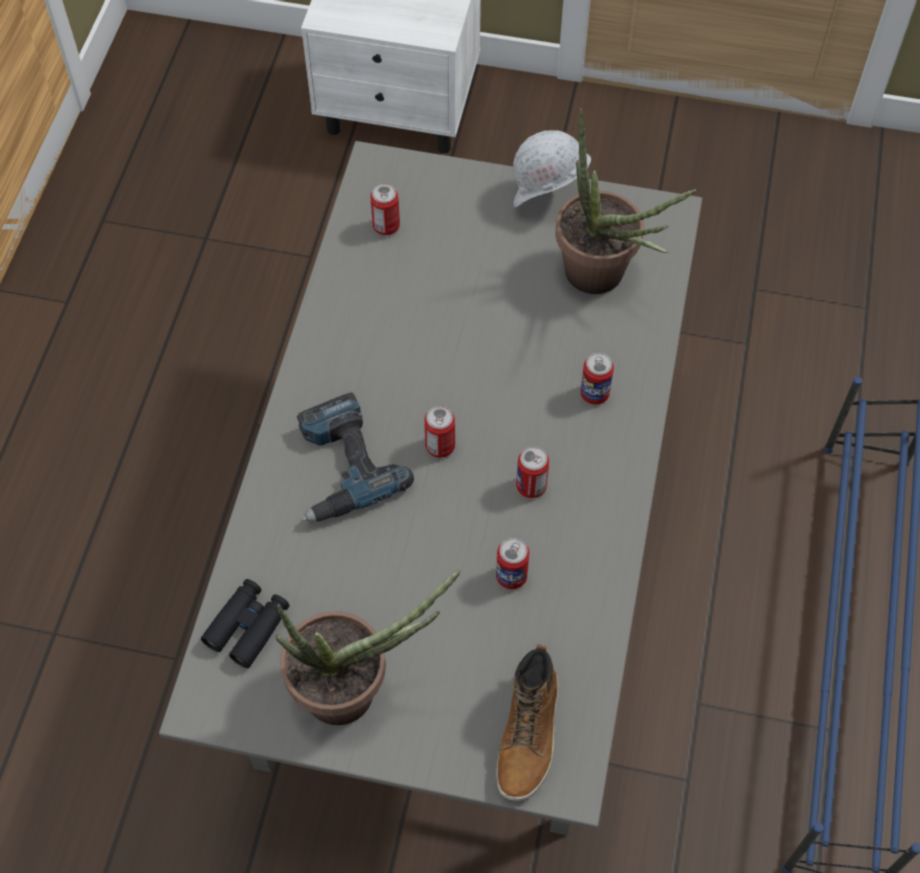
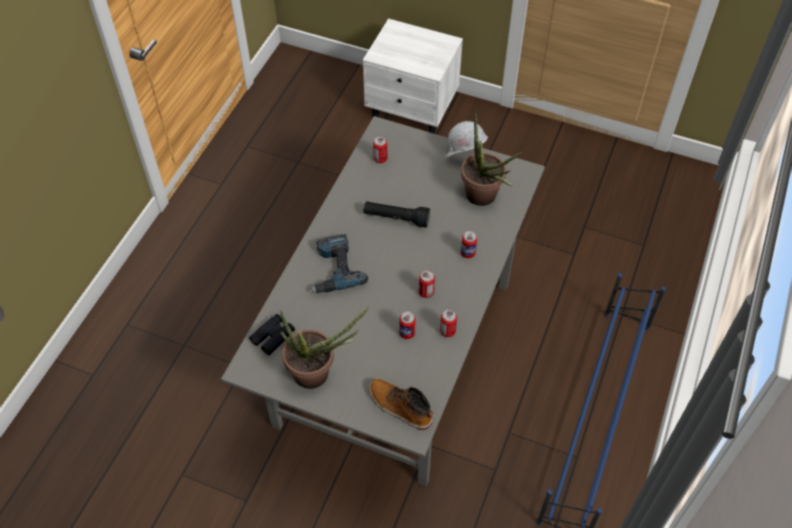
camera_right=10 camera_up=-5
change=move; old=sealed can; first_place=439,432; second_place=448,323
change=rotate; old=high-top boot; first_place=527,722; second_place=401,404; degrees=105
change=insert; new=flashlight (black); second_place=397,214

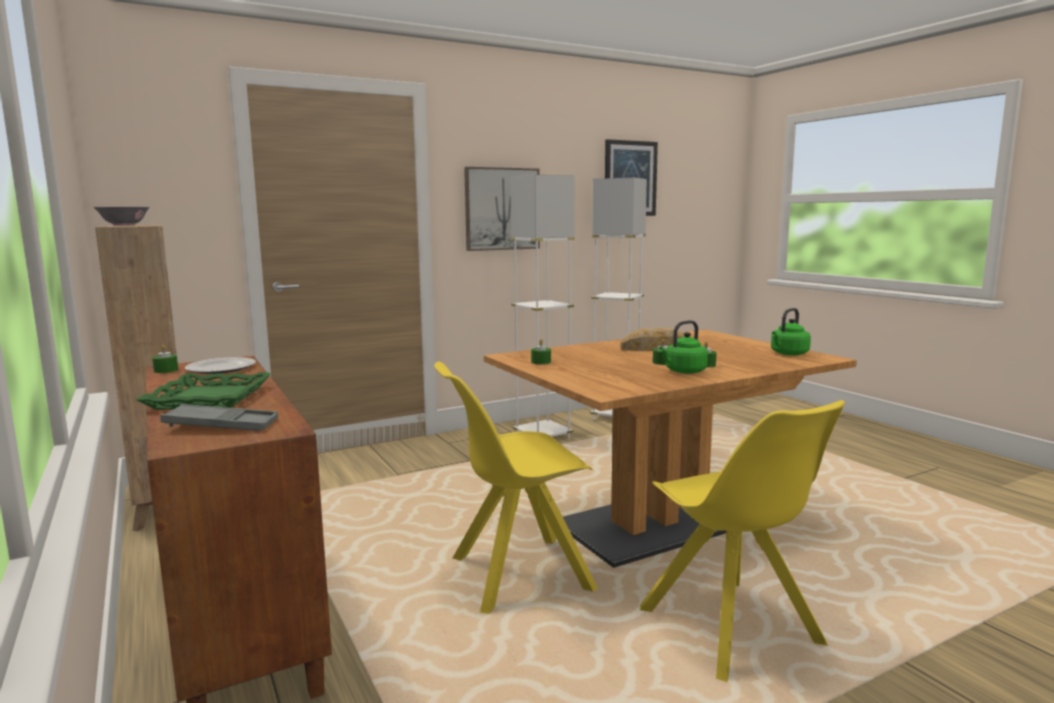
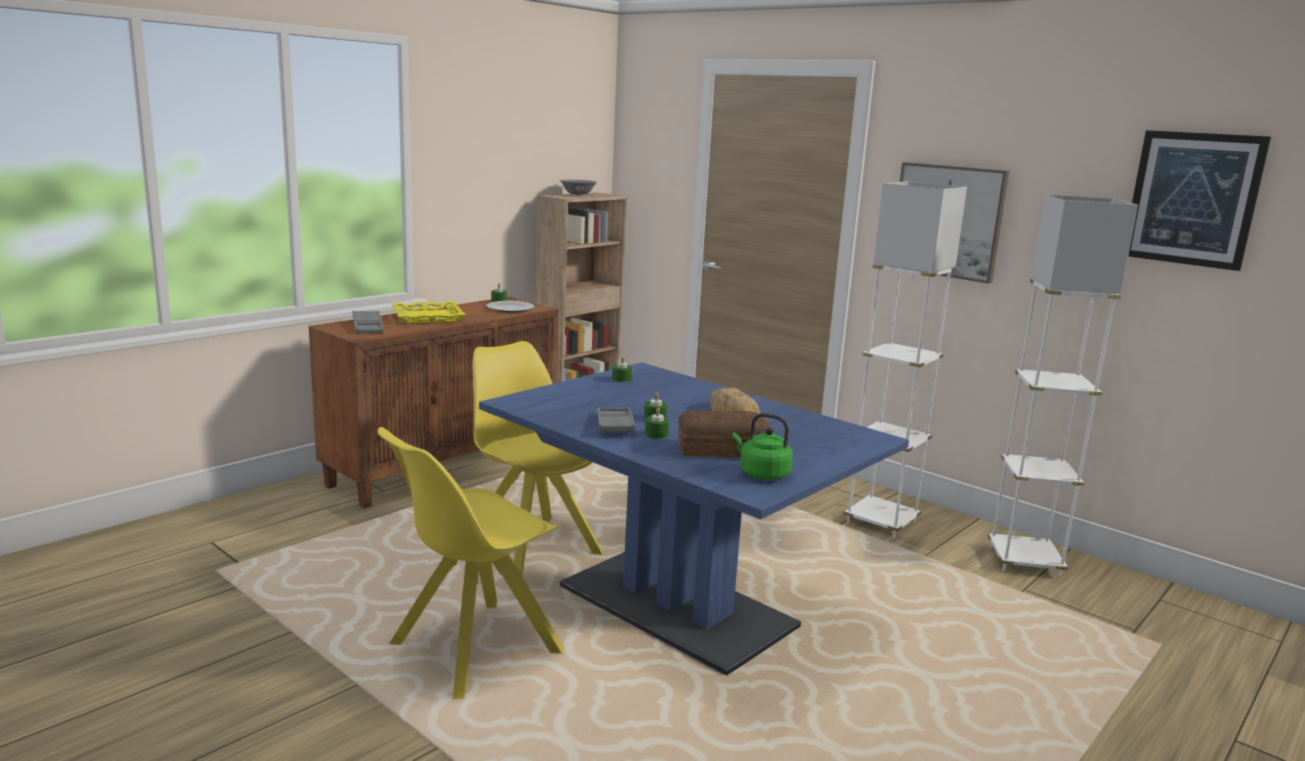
camera_right=70 camera_up=5
change=replace; old=kettle (greenish); new=tray (greyish); first_place=683,347; second_place=616,420
change=recolor; old=dinner table (brown-coloured); new=dinner table (blue-coloured); first_place=670,449; second_place=694,519
change=recolor; old=tray (greenish); new=tray (yellow-coloured); first_place=203,391; second_place=429,312
change=insert; new=bakery bread; second_place=724,434

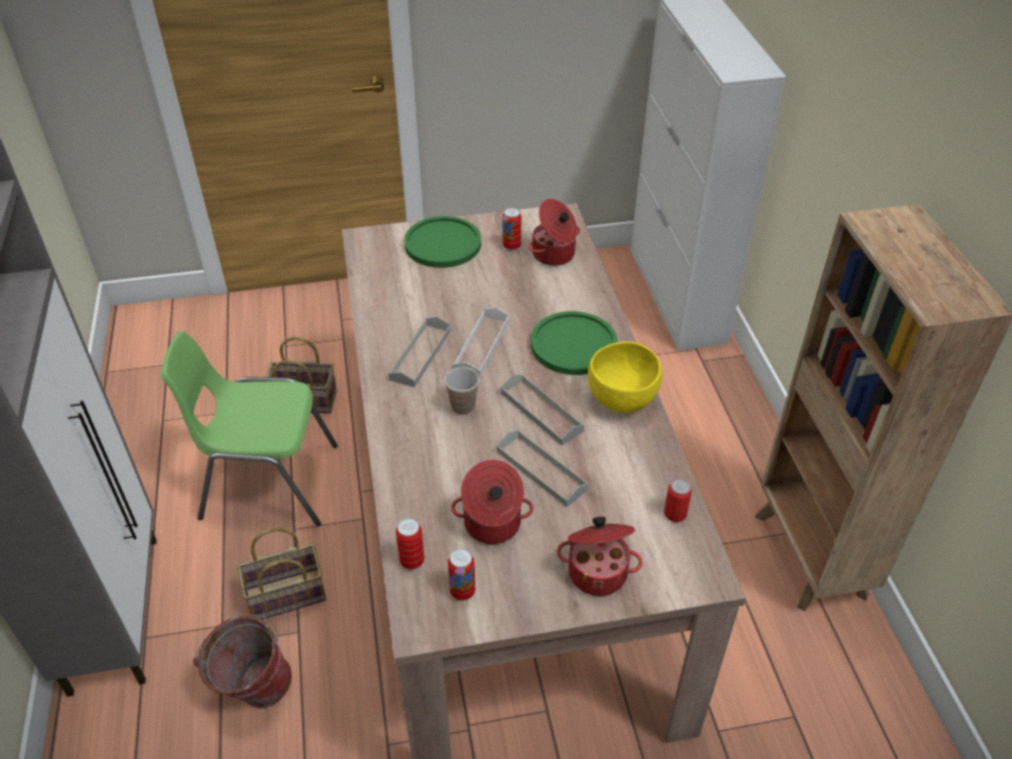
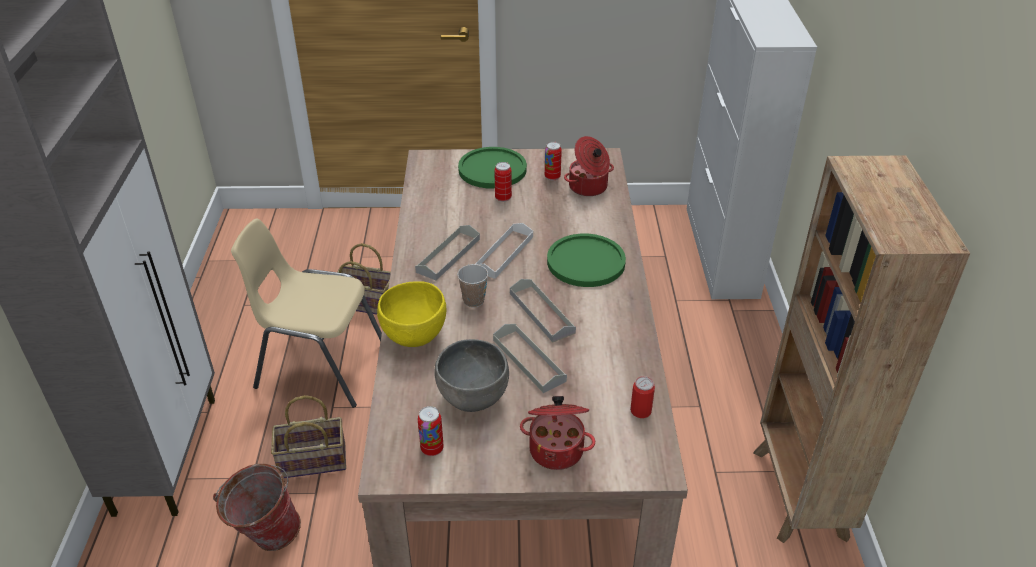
camera_right=10 camera_up=-5
change=recolor; old=upright chair (greenish); new=upright chair (beige); first_place=249,428; second_place=306,313
change=move; old=bowl (yellow-coloured); first_place=625,377; second_place=412,314
change=replace; old=cooking pot; new=bowl (greyish); first_place=492,502; second_place=471,375
change=move; old=sealed can; first_place=410,543; second_place=503,182

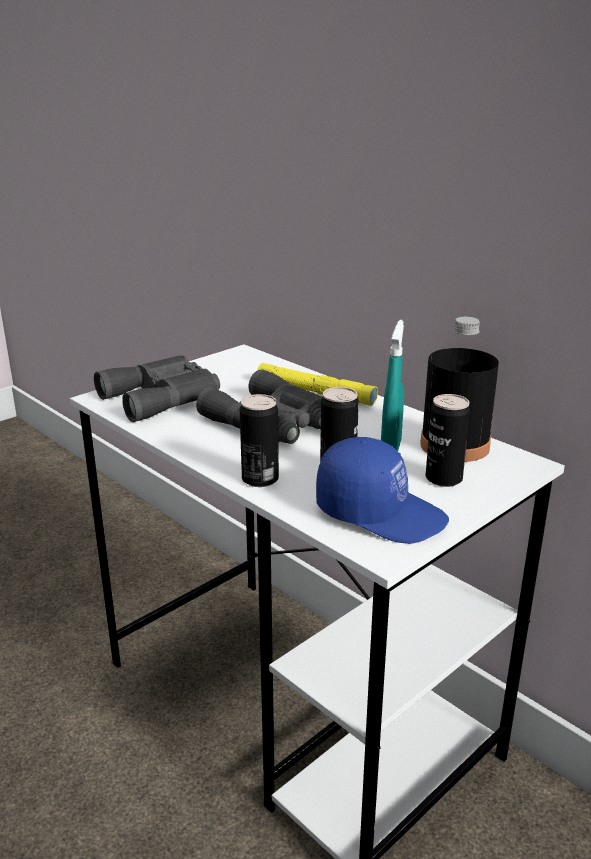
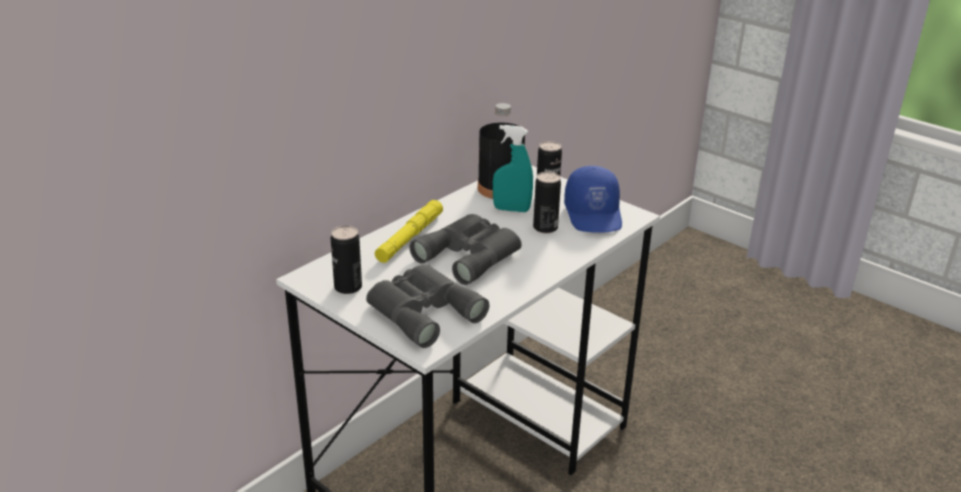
camera_right=-95 camera_up=5
change=move; old=sealed can; first_place=259,440; second_place=346,260
change=rotate; old=peaked cap (blue-coloured); first_place=382,490; second_place=593,199; degrees=150

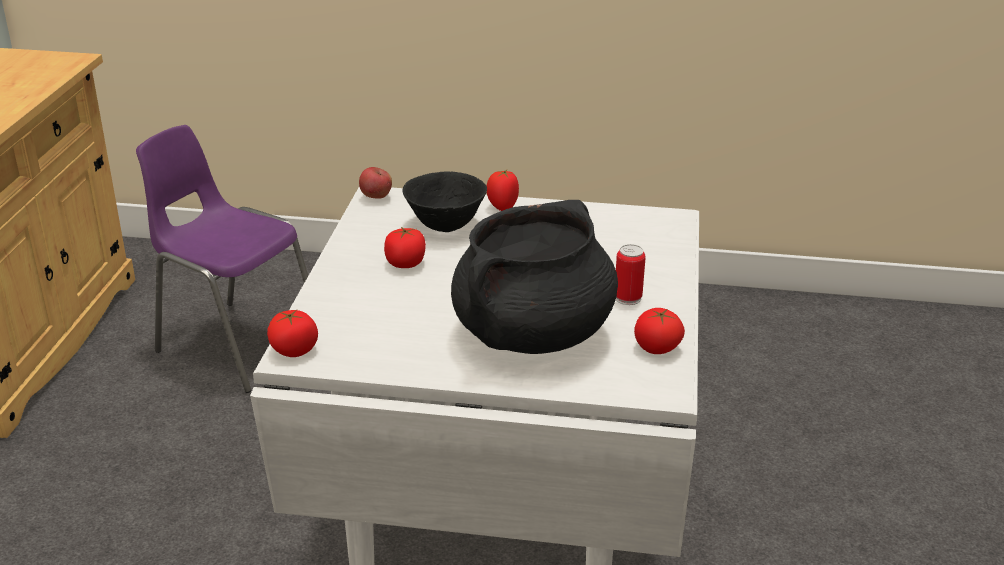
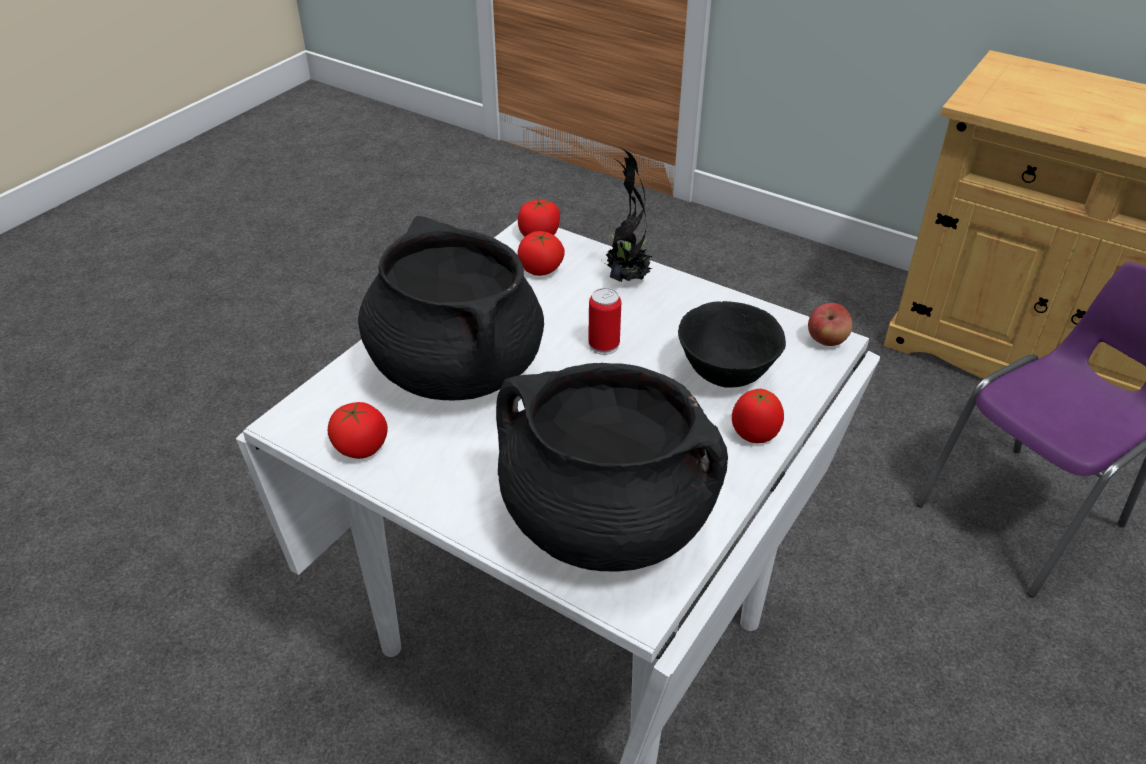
camera_right=115 camera_up=10
change=move; old=fresh tomato; first_place=405,247; second_place=541,253
change=move; old=sealed can; first_place=631,274; second_place=604,321
change=insert; new=houseplant; second_place=626,215
change=insert; new=cooking pot (black); second_place=612,467

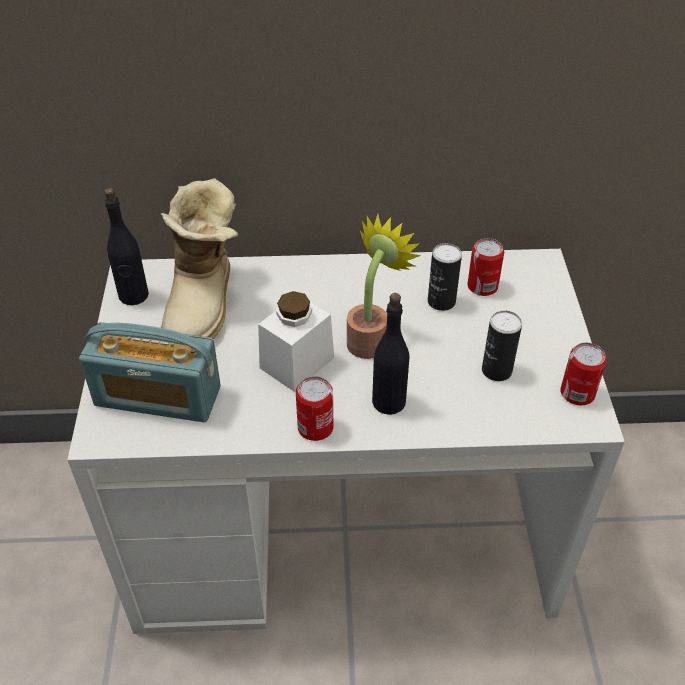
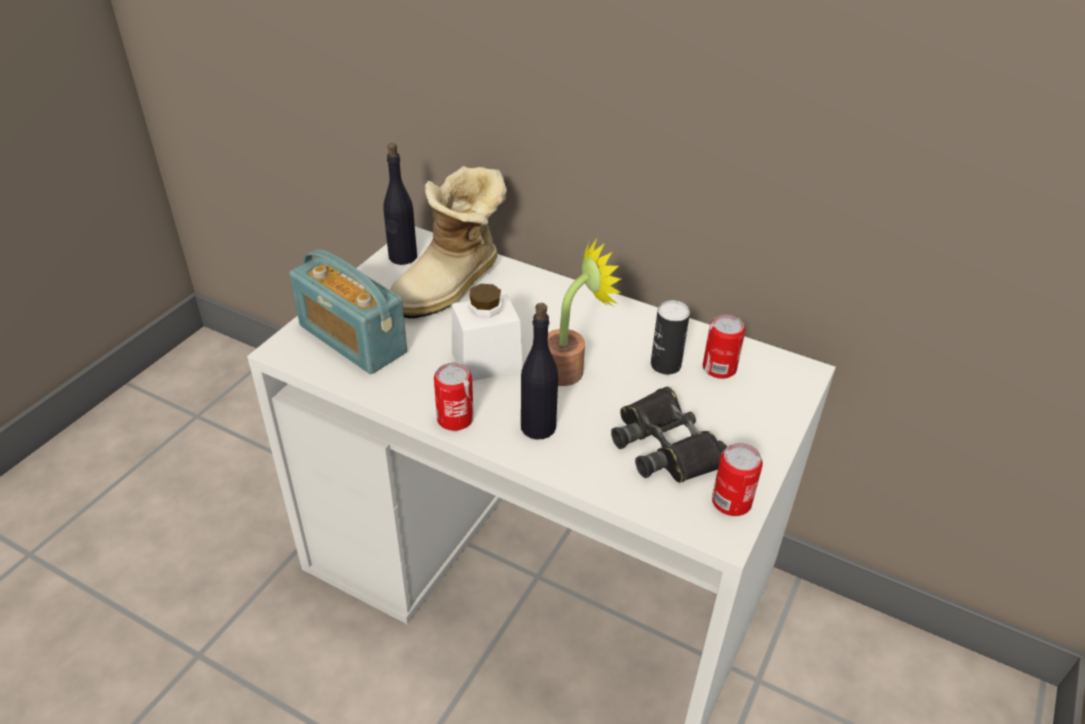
camera_right=30 camera_up=-5
change=replace; old=sealed can; new=binoculars (black); first_place=502,345; second_place=669,435

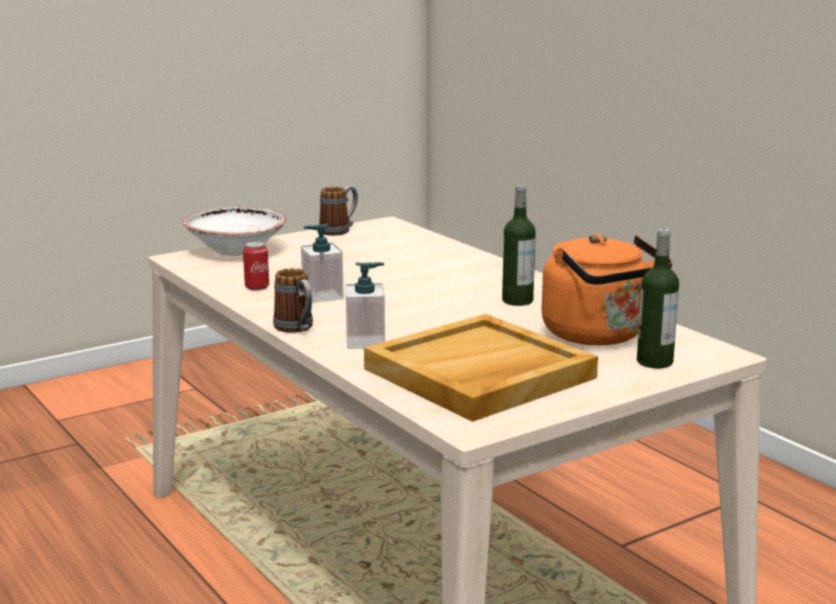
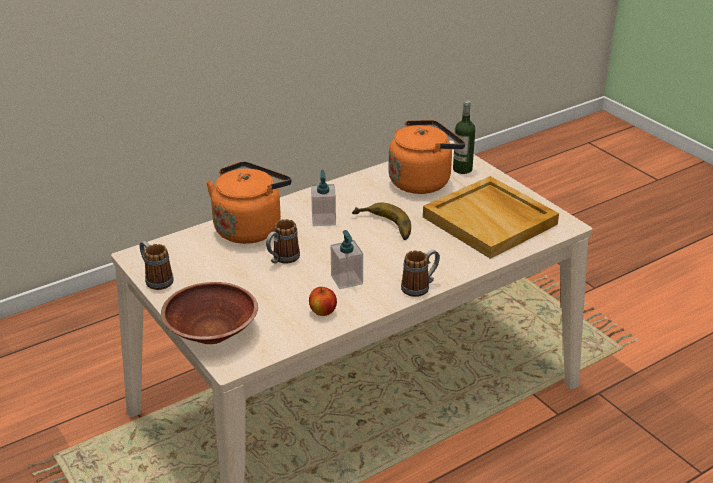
camera_right=-90 camera_up=15
change=delete; old=bottle; first_place=519,245
change=recolor; old=bowl (whitish); new=bowl (brown-coloured); first_place=235,231; second_place=209,313
change=replace; old=sealed can; new=apple; first_place=256,265; second_place=323,301
change=move; old=liquid soap bottle; first_place=365,305; second_place=323,198
change=insert; new=kettle (orange); second_place=249,202
change=insert; new=banana fruit; second_place=381,221
change=insert; new=mug; second_place=283,241

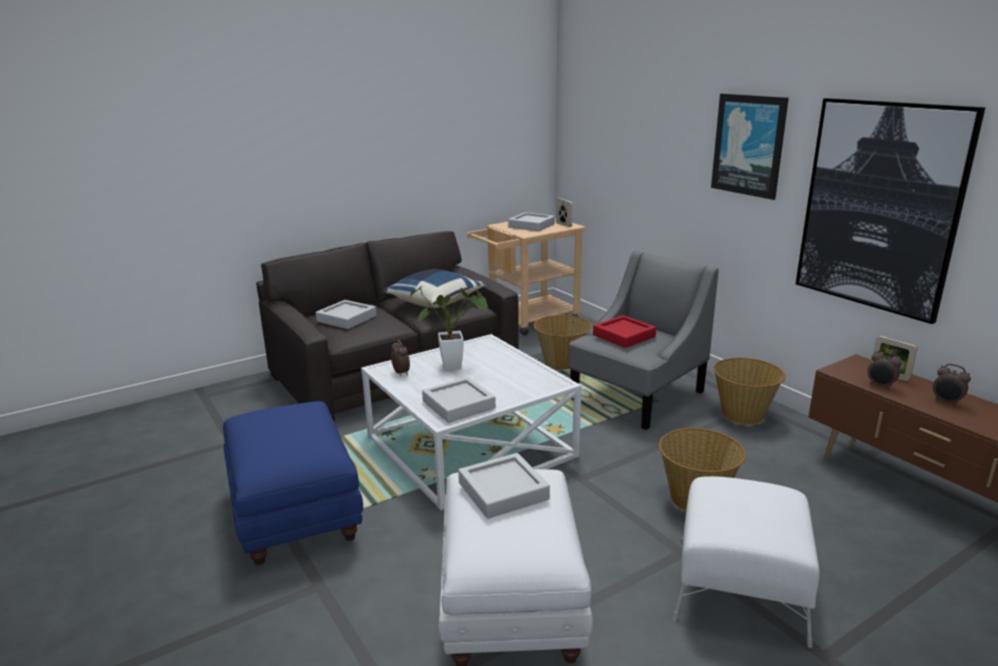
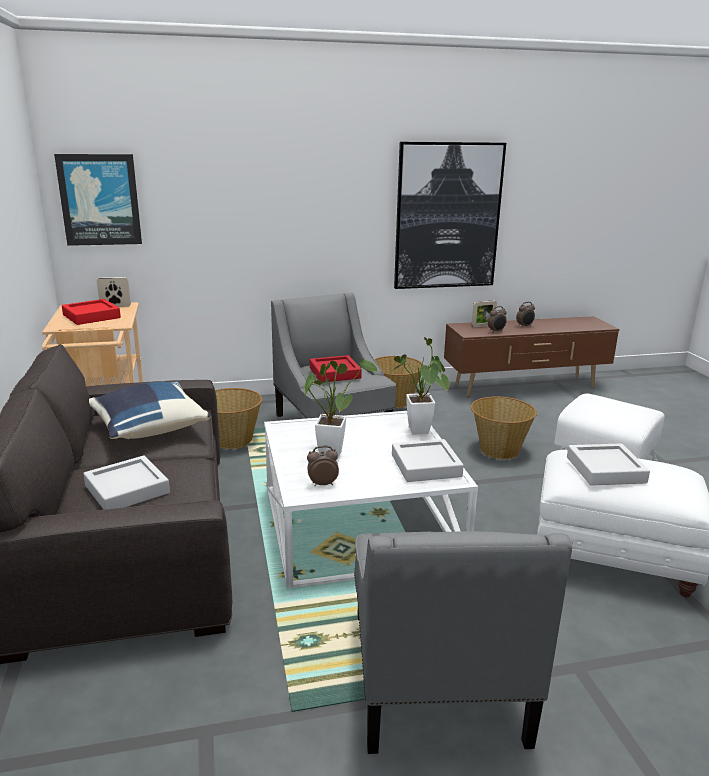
camera_right=-70 camera_up=0
change=move; old=wall picture; first_place=750,147; second_place=98,200
change=recolor; old=tray (greyish); new=tray (red-coloured); first_place=531,221; second_place=91,312
change=replace; old=pouffe (blue-coloured); new=easy chair (greyish); first_place=293,483; second_place=463,642
change=insert; new=houseplant; second_place=420,385

